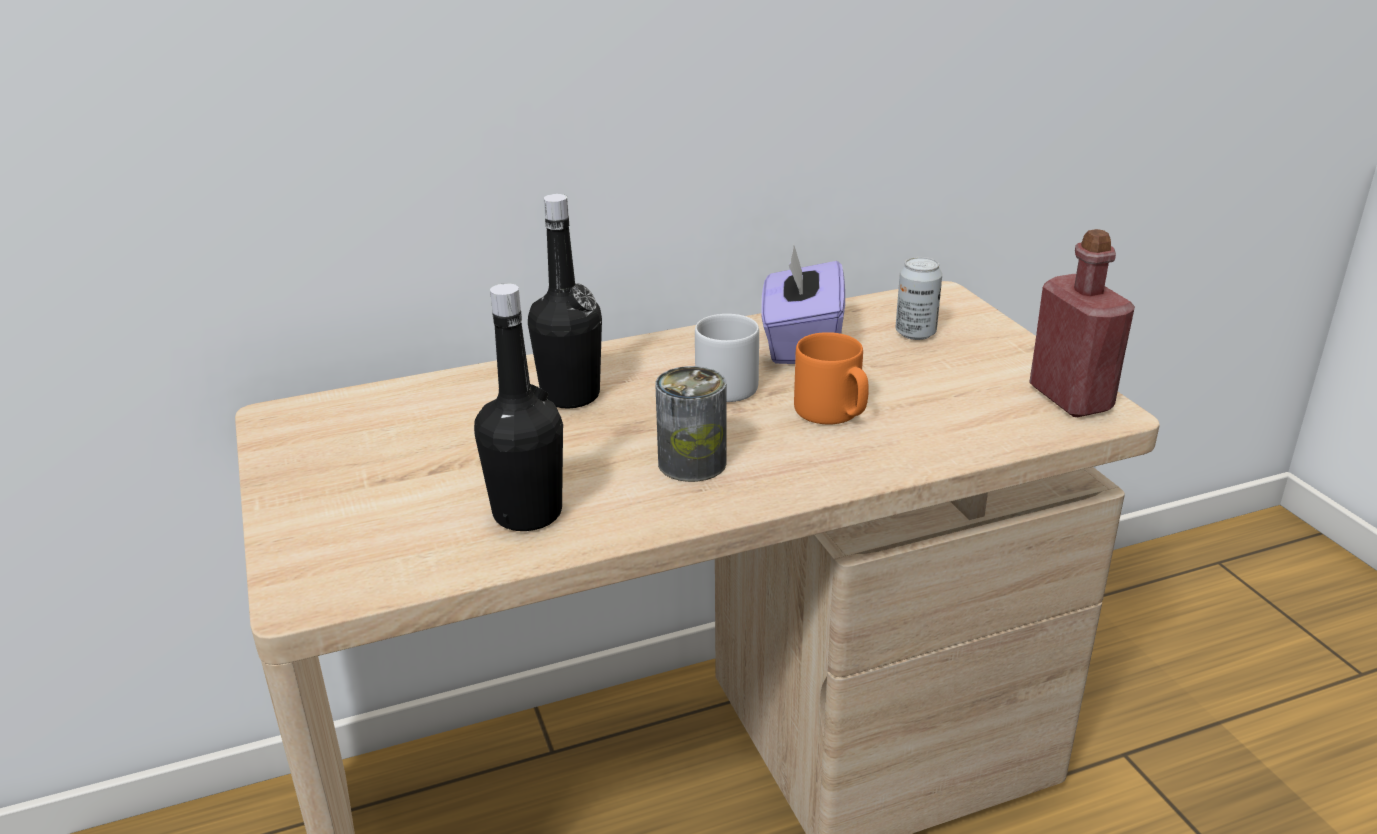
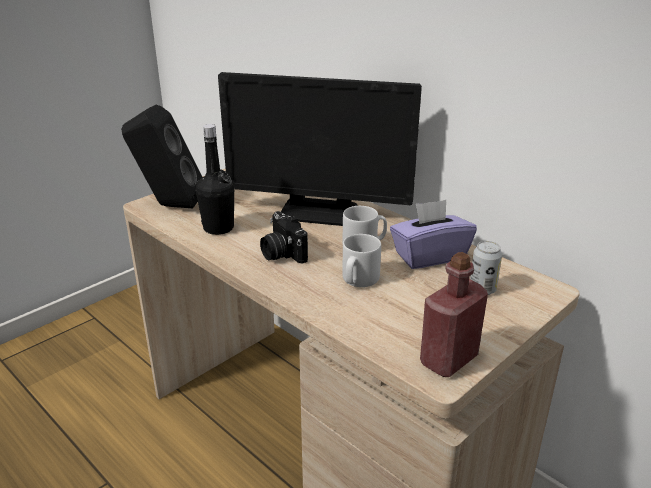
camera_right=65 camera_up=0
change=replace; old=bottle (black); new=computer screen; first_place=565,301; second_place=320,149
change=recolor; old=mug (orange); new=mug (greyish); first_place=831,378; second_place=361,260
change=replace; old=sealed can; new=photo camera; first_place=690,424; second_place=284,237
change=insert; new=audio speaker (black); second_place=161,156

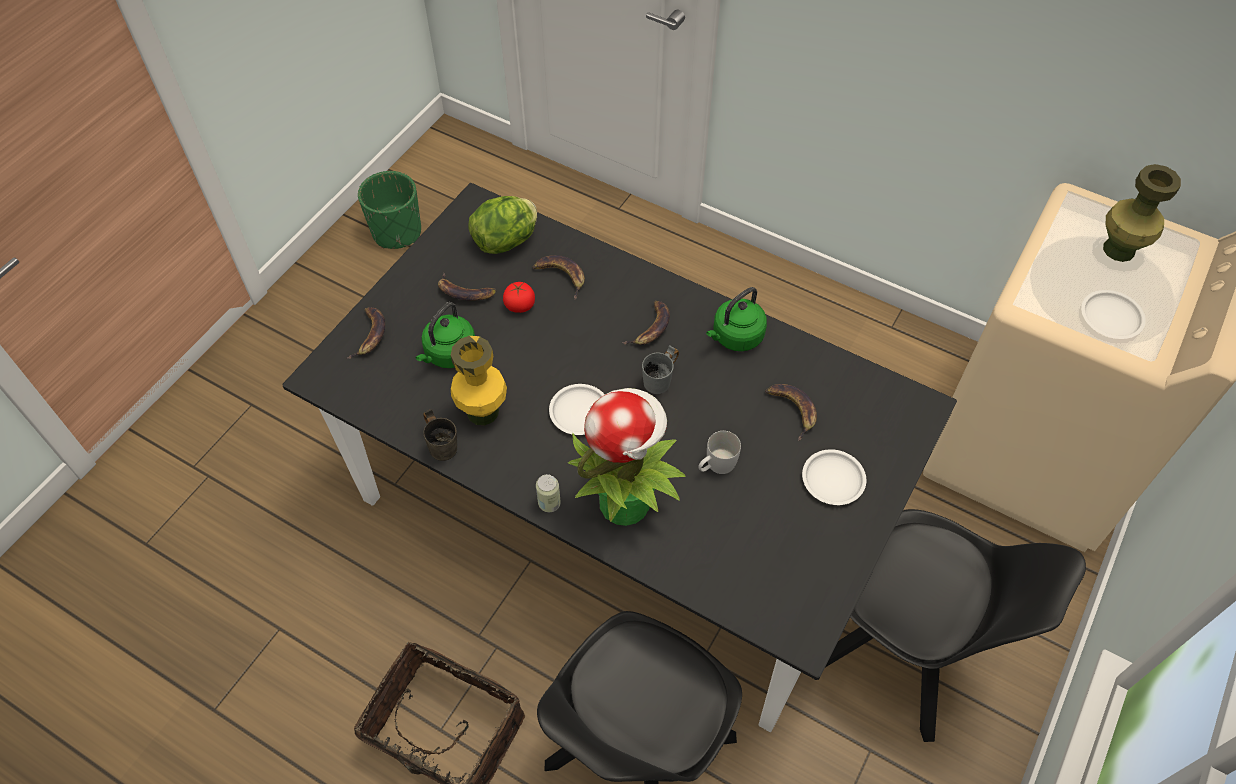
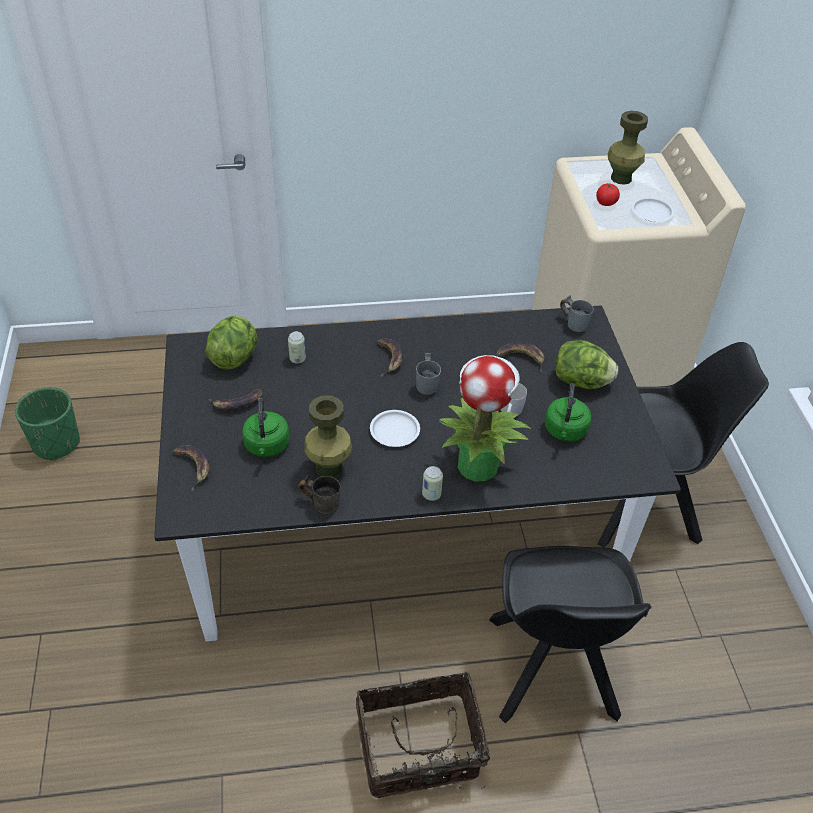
camera_right=-40 camera_up=-10
change=replace; old=banana fruit; new=sealed can; first_place=558,277; second_place=297,347
change=move; old=fresh tomato; first_place=519,297; second_place=608,194
change=move; old=kettle (greenish); first_place=736,319; second_place=568,412
change=recolor; old=vase (yellow-coloured); new=vase (greenish); first_place=479,380; second_place=328,436
change=replace; old=flat dish (whitish); new=head of lettuce; first_place=834,477; second_place=586,364
change=insert; new=mug (greyish); second_place=577,313

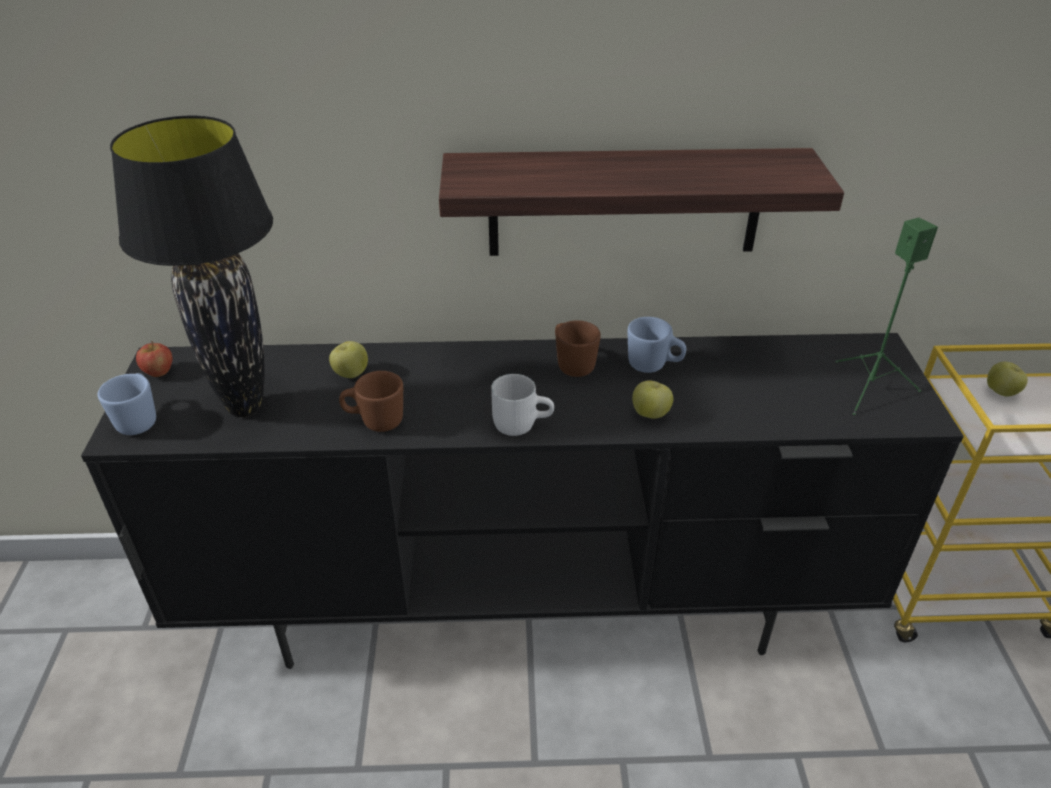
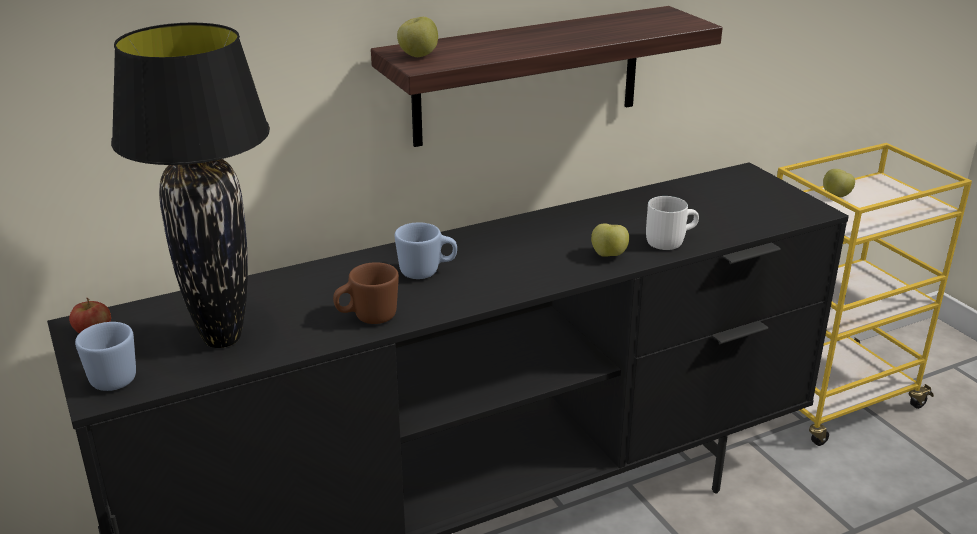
camera_right=-25 camera_up=-10
change=delete; old=audio speaker (greenish); first_place=887,316
change=move; old=mug (blue-coloured); first_place=657,345; second_place=425,250
change=delete; old=mug (brown-coloured); first_place=578,348
change=move; old=apple; first_place=348,359; second_place=417,37
change=move; old=mug (whitish); first_place=522,405; second_place=672,223

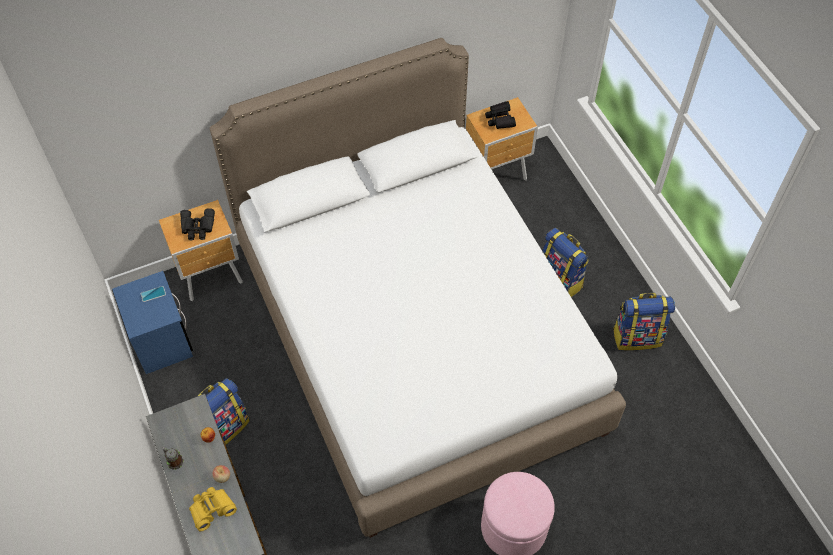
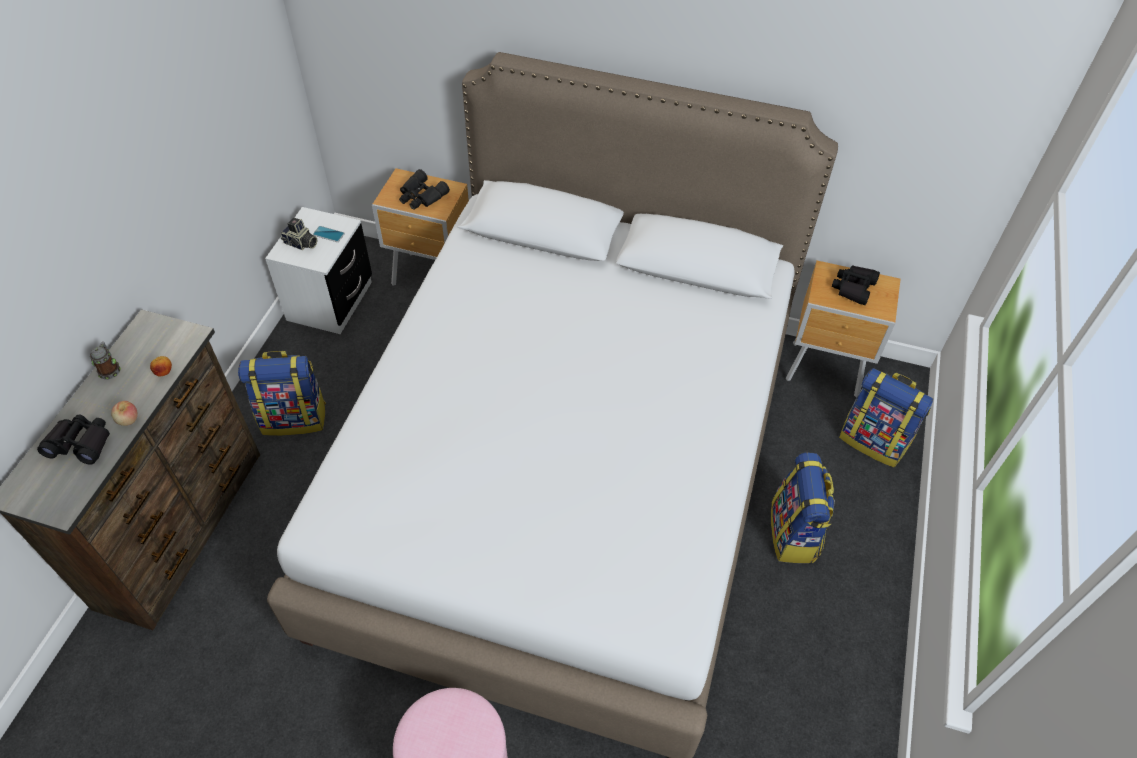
camera_right=40 camera_up=-5
change=recolor; old=night table (blue-coloured); new=night table (whitish); first_place=152,322; second_place=318,270
change=move; old=backpack; first_place=644,322; second_place=886,417
change=recolor; old=binoculars (yellow-coloured); new=binoculars (black); first_place=213,509; second_place=73,440
change=insert; new=photo camera; second_place=299,234

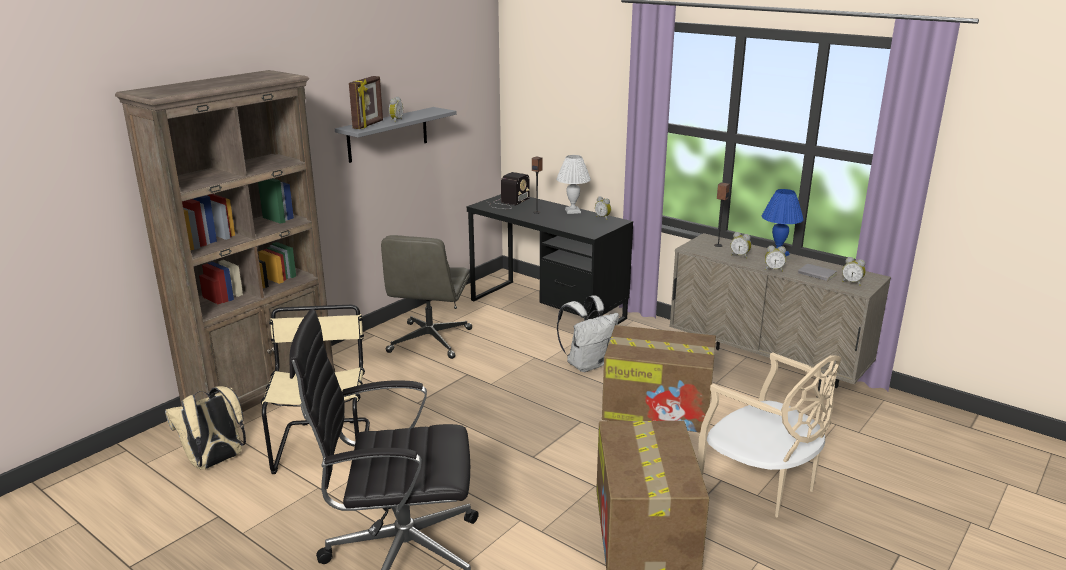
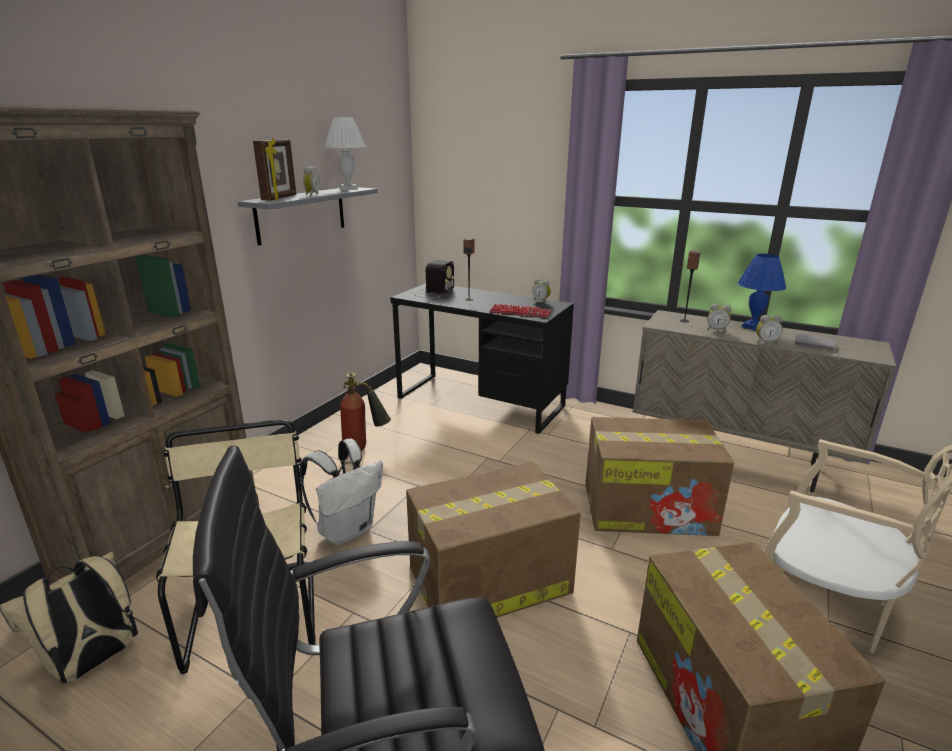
camera_right=-10 camera_up=0
change=move; old=tabletop lamp (whitish); first_place=573,184; second_place=345,153
change=replace; old=desk chair (greyish); new=extinguisher; first_place=426,297; second_place=365,412
change=delete; old=table clock; first_place=854,271
change=move; old=backpack (whitish); first_place=588,333; second_place=341,492
change=insert; new=computer keyboard; second_place=520,311
change=insert; new=packing box; second_place=493,539

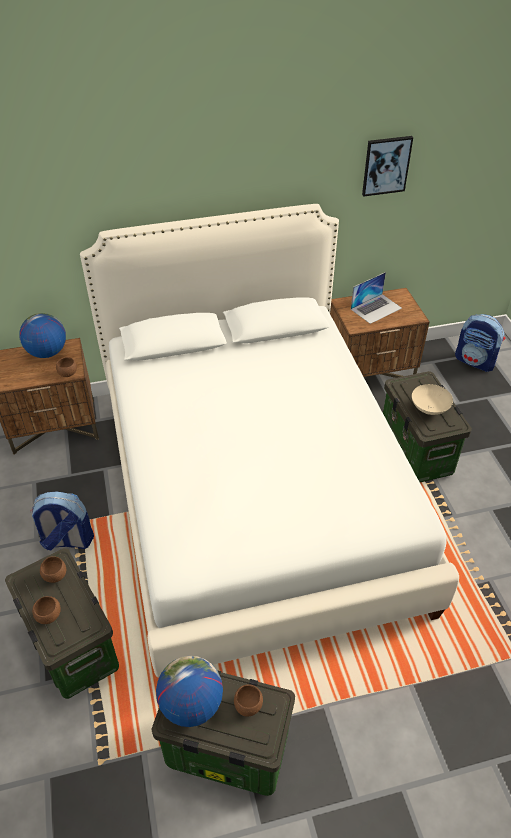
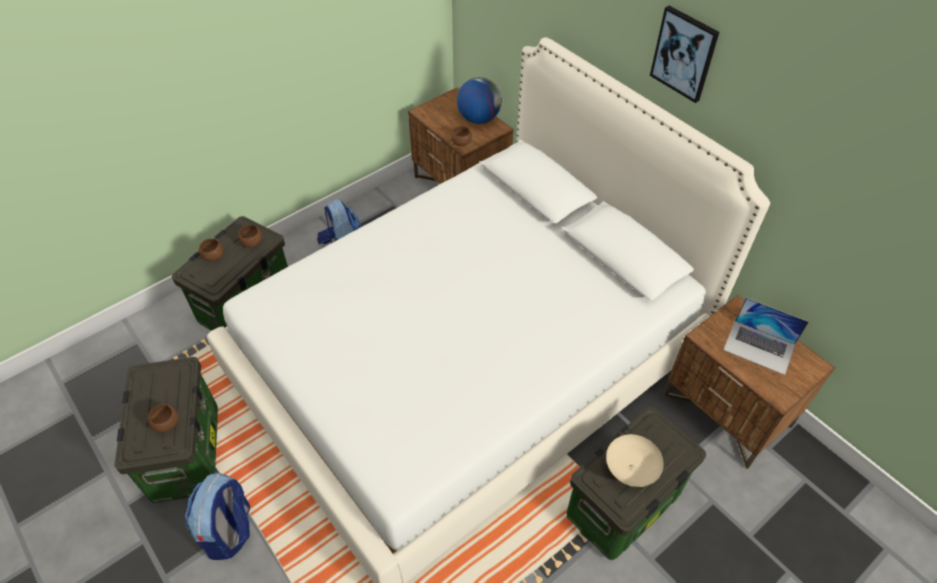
camera_right=65 camera_up=5
change=move; old=wall picture; first_place=387,166; second_place=684,54
change=move; old=backpack; first_place=480,343; second_place=217,516
change=delete; old=world globe; first_place=189,691

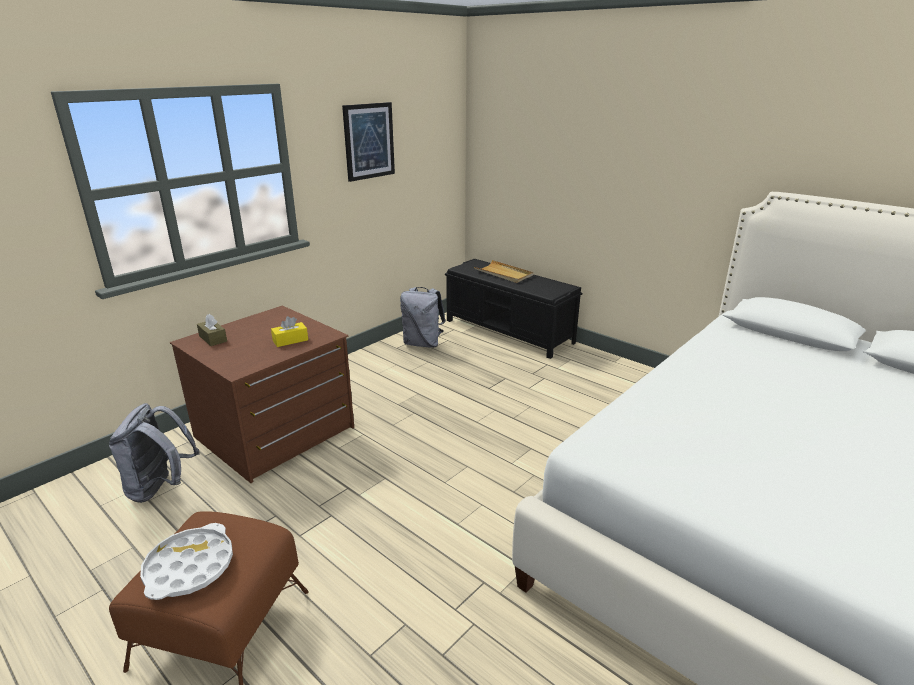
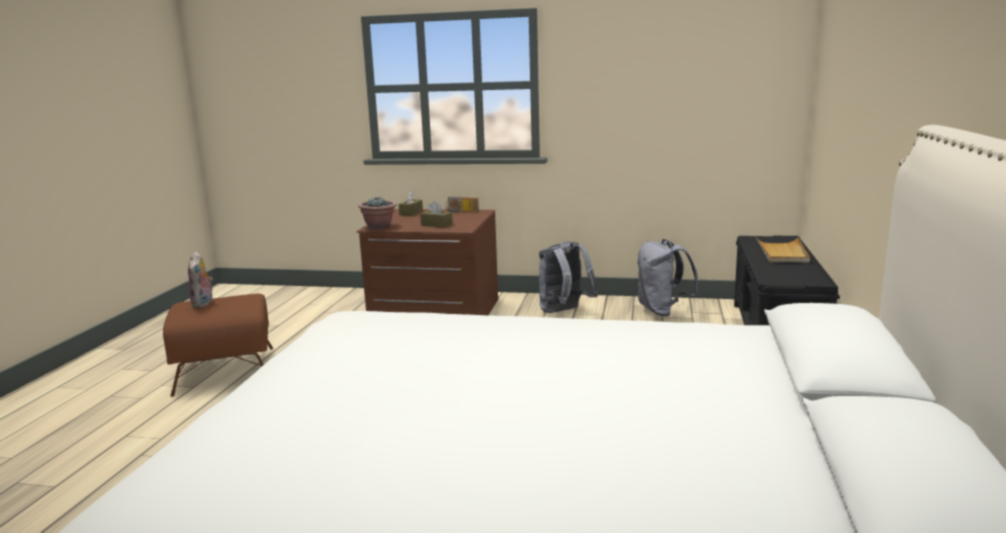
camera_right=60 camera_up=-10
change=delete; old=wall picture; first_place=368,142
change=recolor; old=tissue holder (yellow-coloured); new=tissue holder (brown-coloured); first_place=289,331; second_place=436,214
change=move; old=backpack (greyish); first_place=154,453; second_place=568,277
change=replace; old=tray (whitish); new=cuddly toy; first_place=186,561; second_place=200,280
change=insert; new=radio receiver; second_place=462,204
change=insert; new=houseplant; second_place=377,213

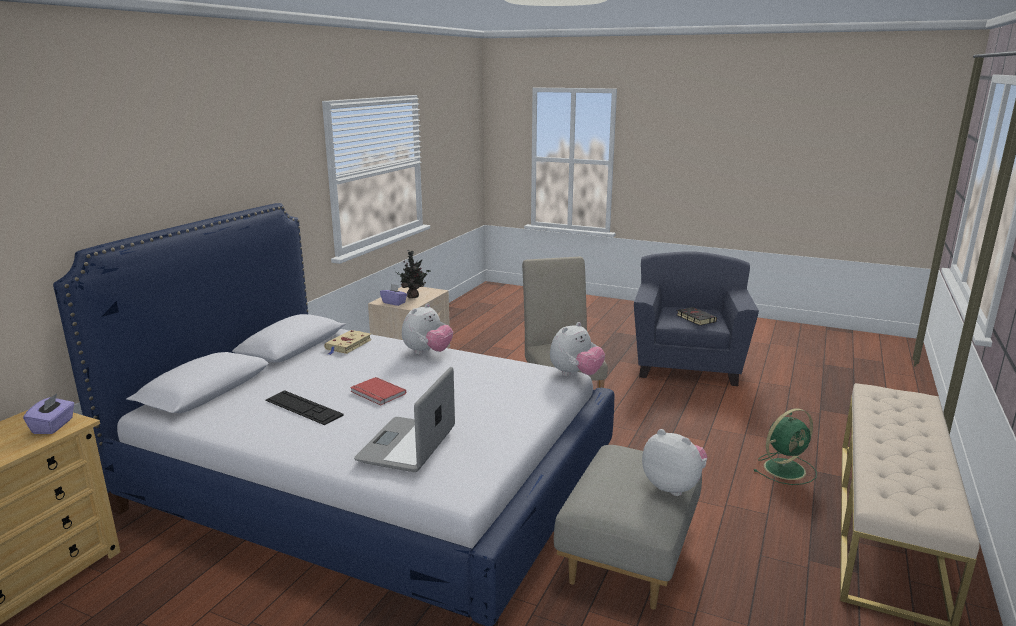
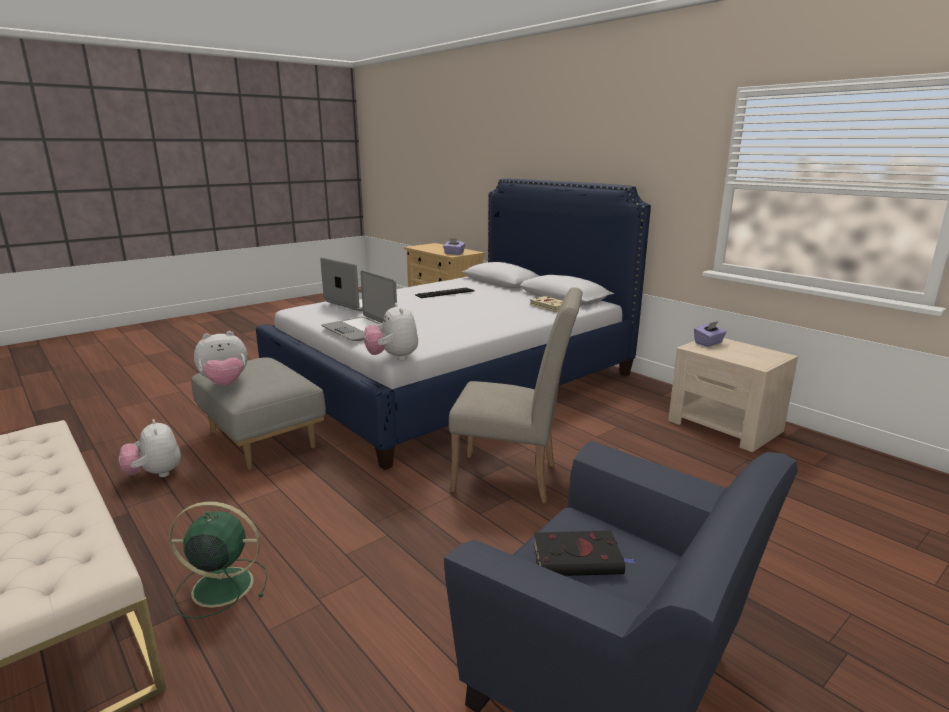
camera_right=115 camera_up=0
change=delete; old=houseplant; first_place=412,274
change=move; old=cuddly toy; first_place=427,328; second_place=150,448
change=delete; old=bound book (red-coloured); first_place=378,391
change=rotate; old=fan (greenish); first_place=785,446; second_place=218,560; degrees=90
change=insert; new=laptop; second_place=359,305

